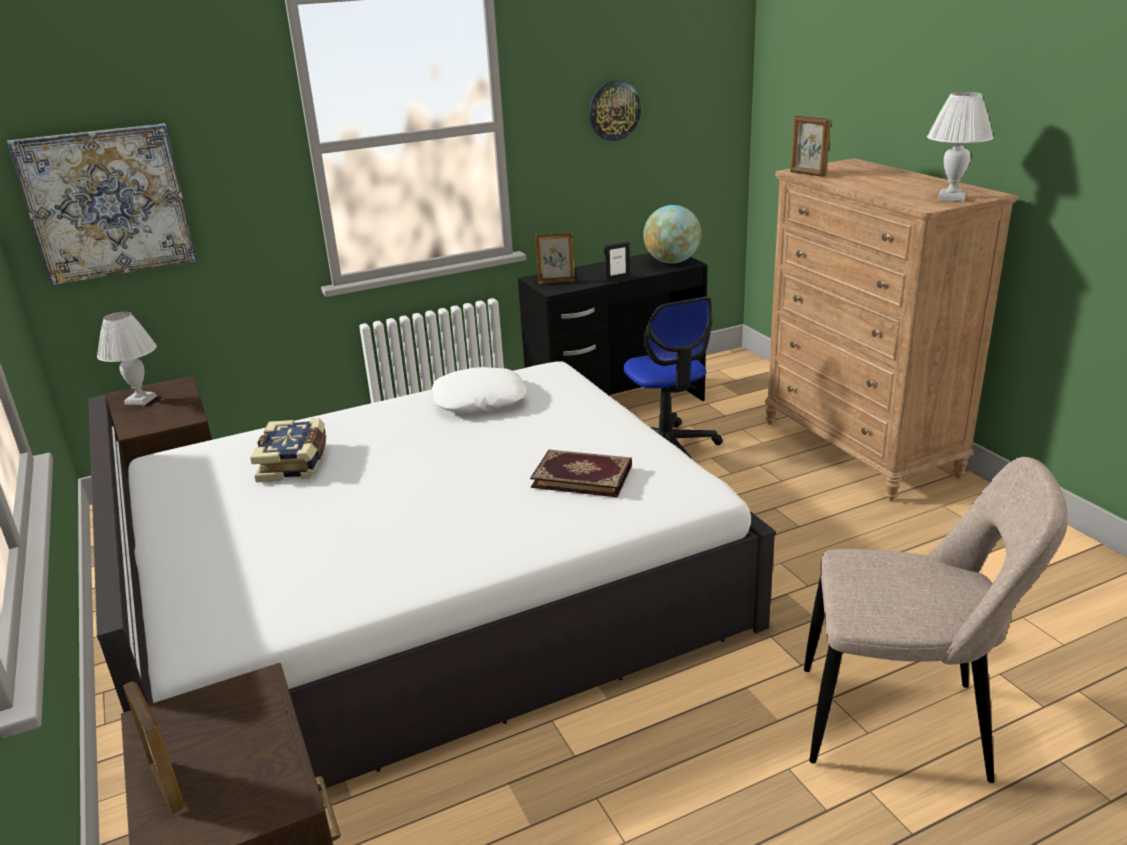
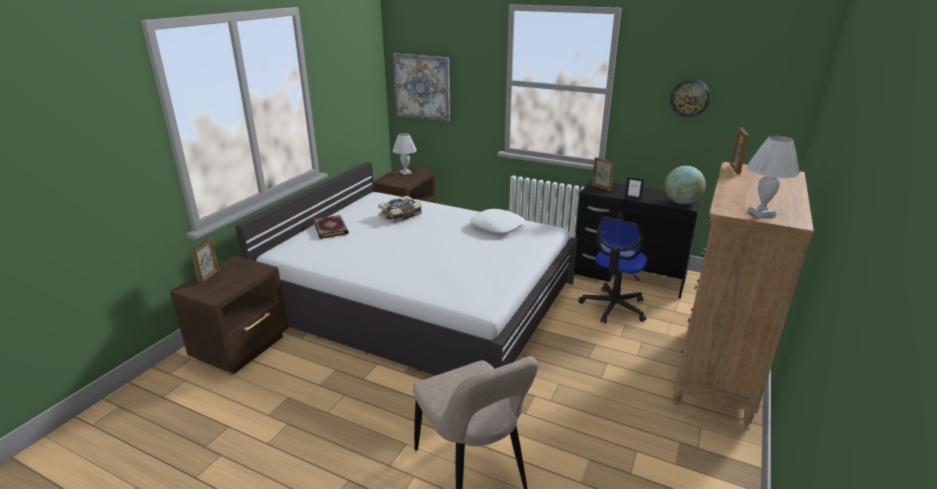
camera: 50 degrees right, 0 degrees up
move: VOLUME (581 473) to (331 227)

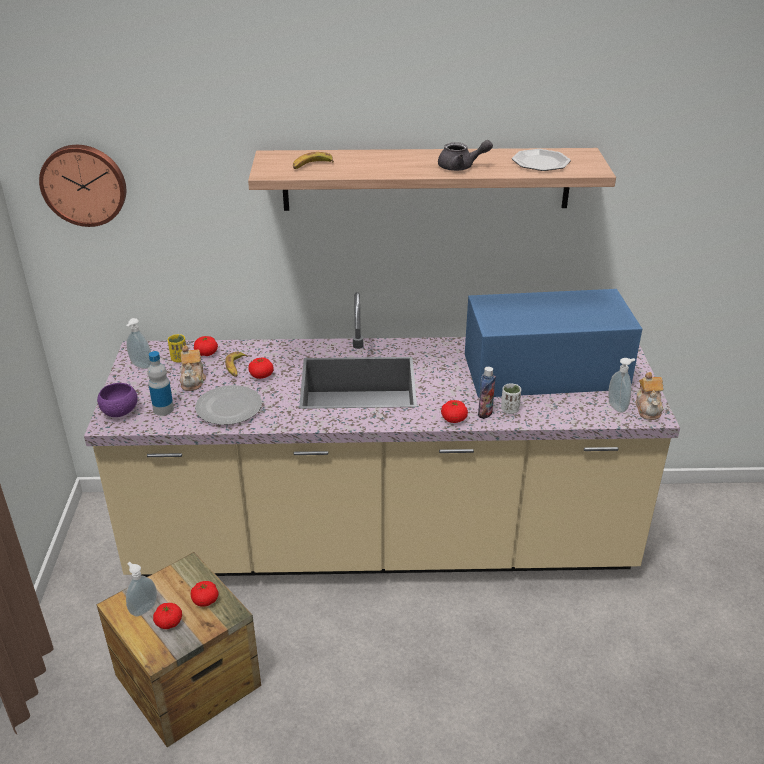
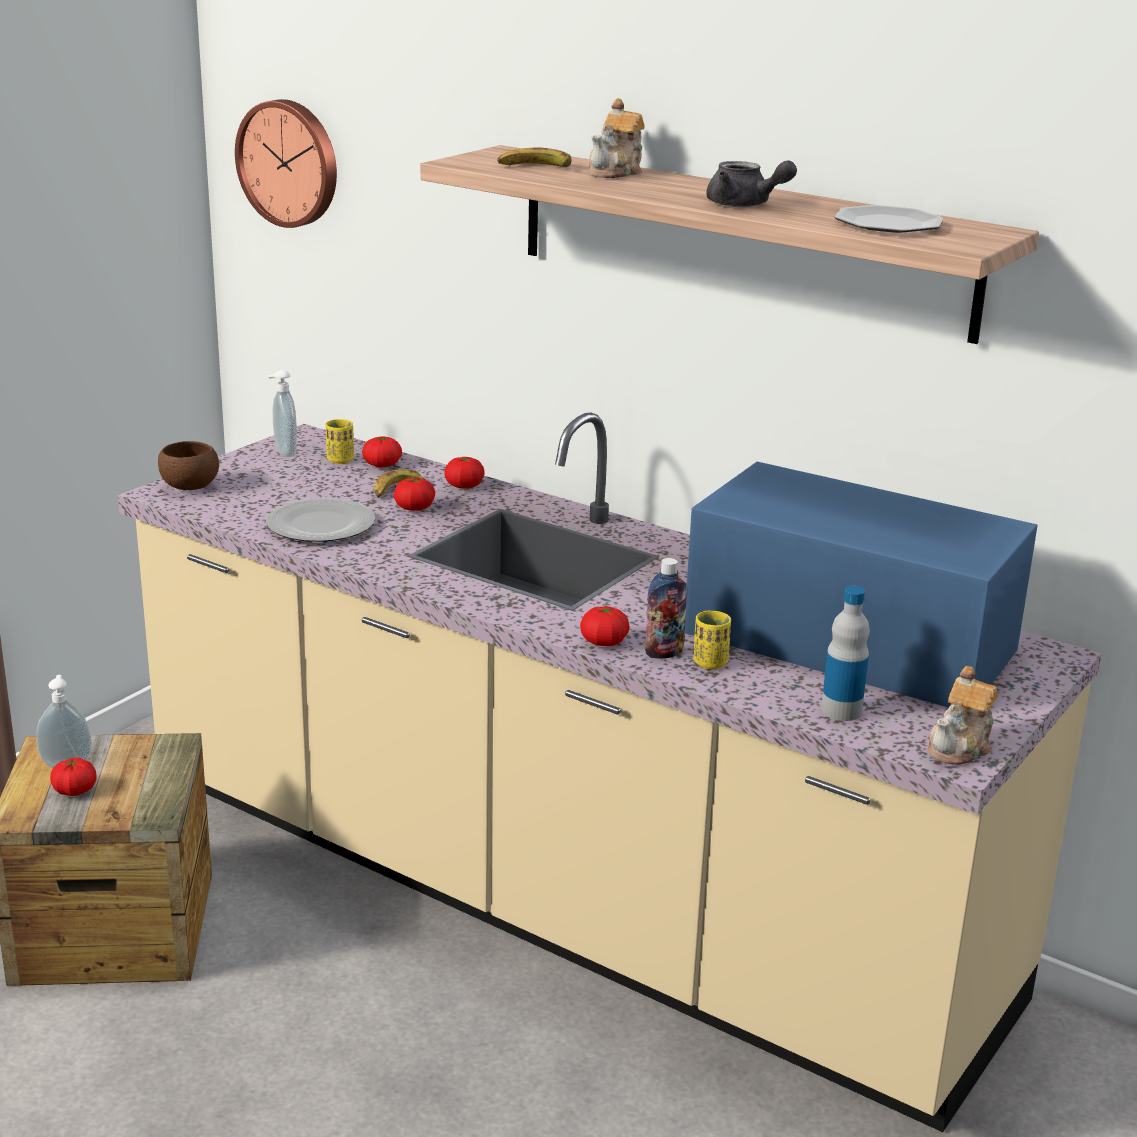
camera: 35 degrees right, 10 degrees down
delete: SOAP DISPENSER (621 385)
move: BEVERAGE BOTTLE (161 383) to (845 653); TEAPOT (193 368) to (616 138); WHOLE TOMATO (204 594) to (464 473)
recolor: PURPLE DEEP DISH (117 400) to BROWNISH DEEP DISH (188 465); WHITE CUP (511 398) to YELLOW CUP (712 640)

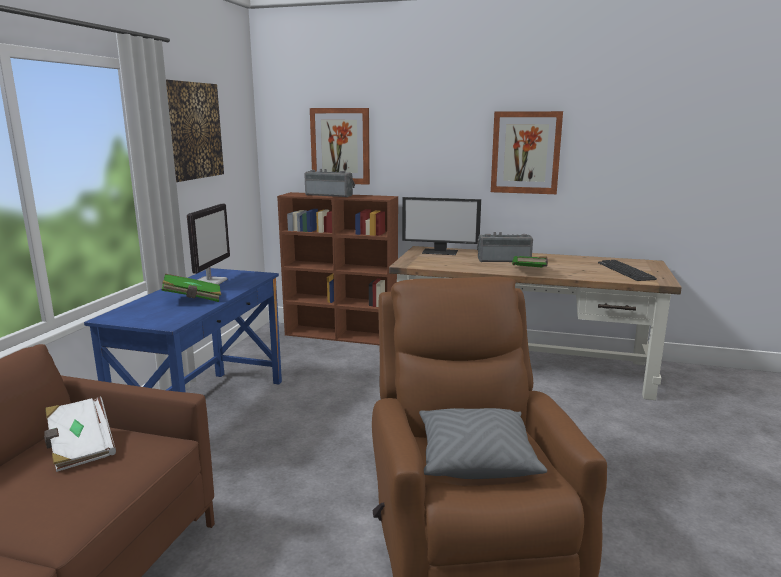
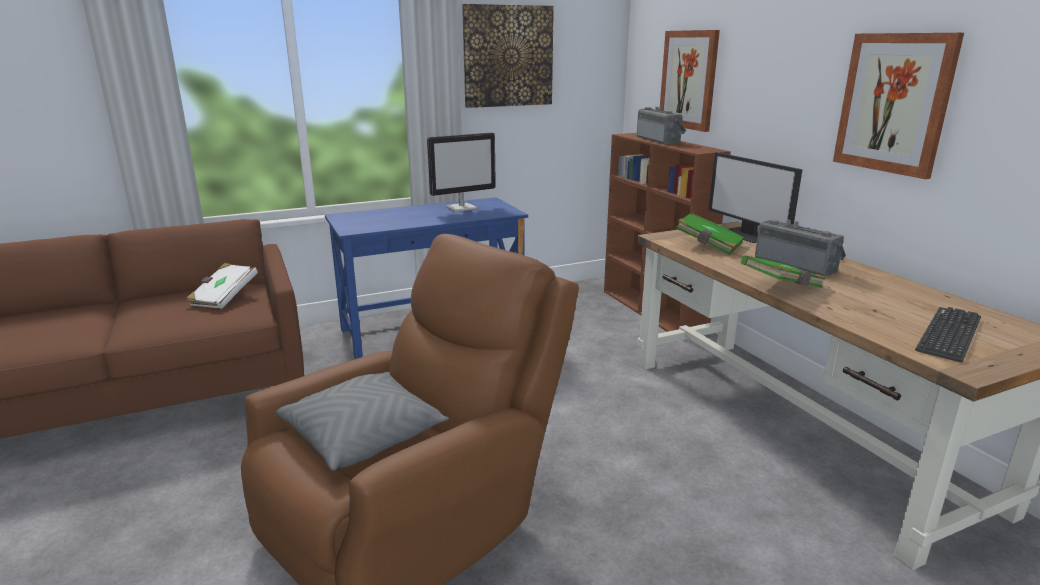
camera: 50 degrees right, 5 degrees up
move: GREEN VOLUME (191 288) to (709 234)

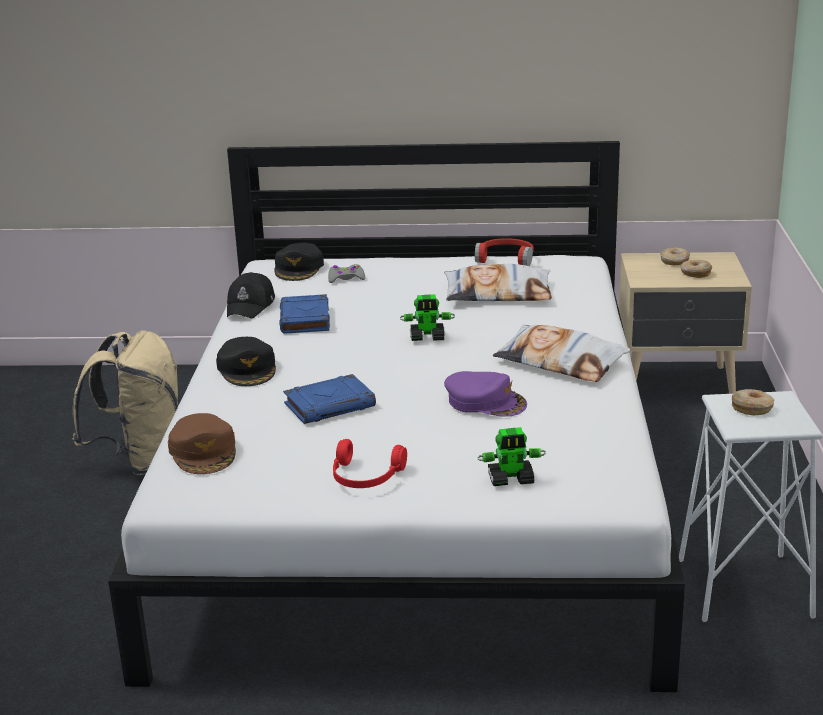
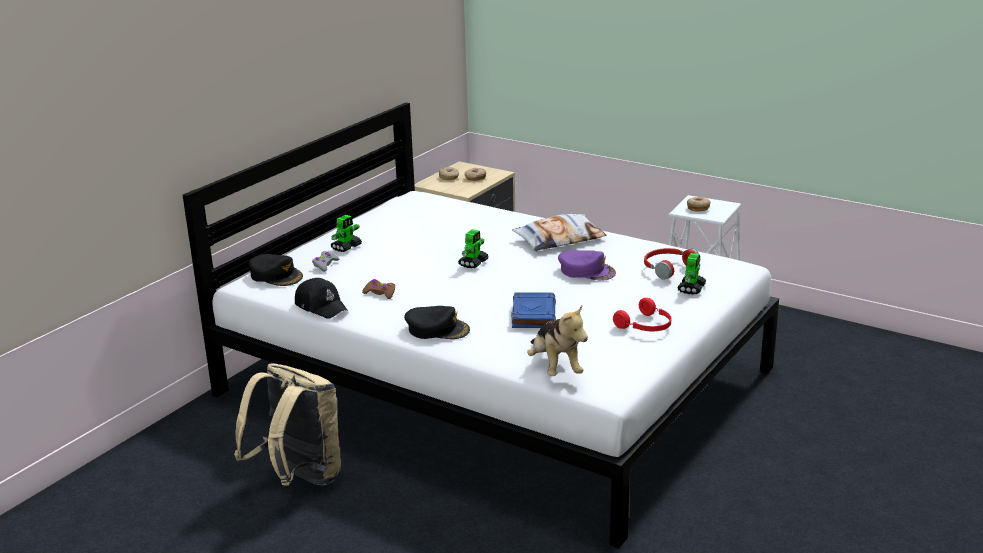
camera: 60 degrees left, 0 degrees up
delete: CUSHION (498 282)
insert: ROBOT FIGURE (346 233)
move: RED-COLOURED HEADSET (504 252) to (671 264)
replace: BROWNISH BASEBALL CAP (202 443) to CUDDLY TOY (557 340); BLUE VOLUME (304 314) to BROWNISH JOYPAD (379 289)
rotate: PURPLE BASEBALL CAP (485 394) = (587 265) 60 degrees clockwise

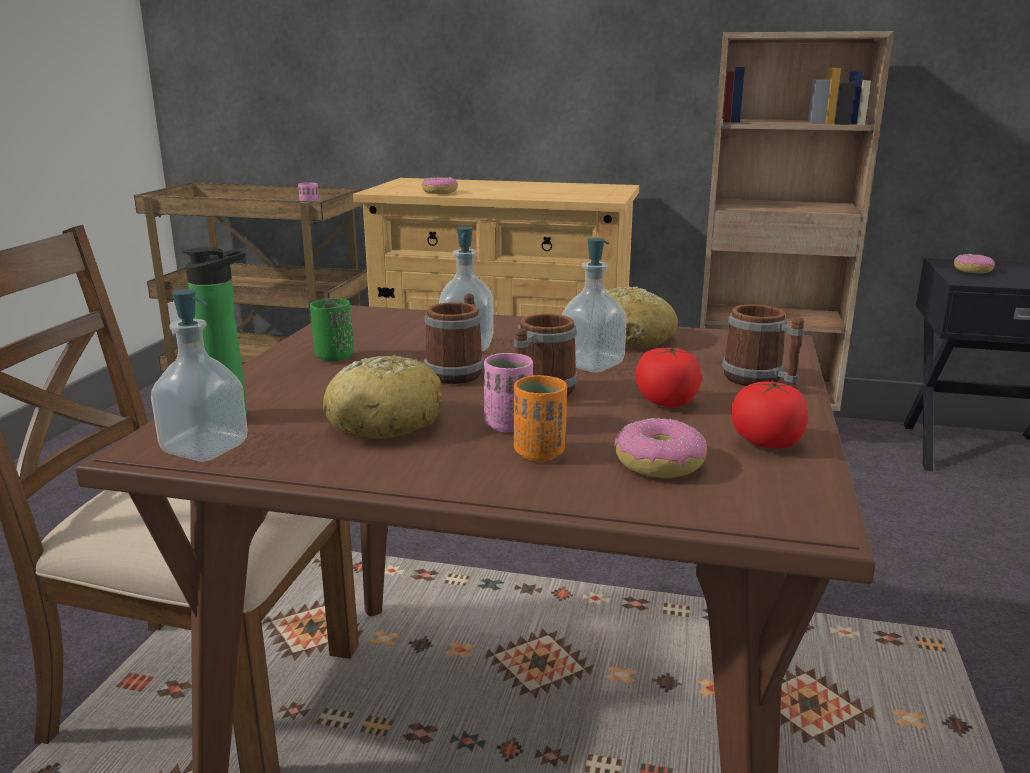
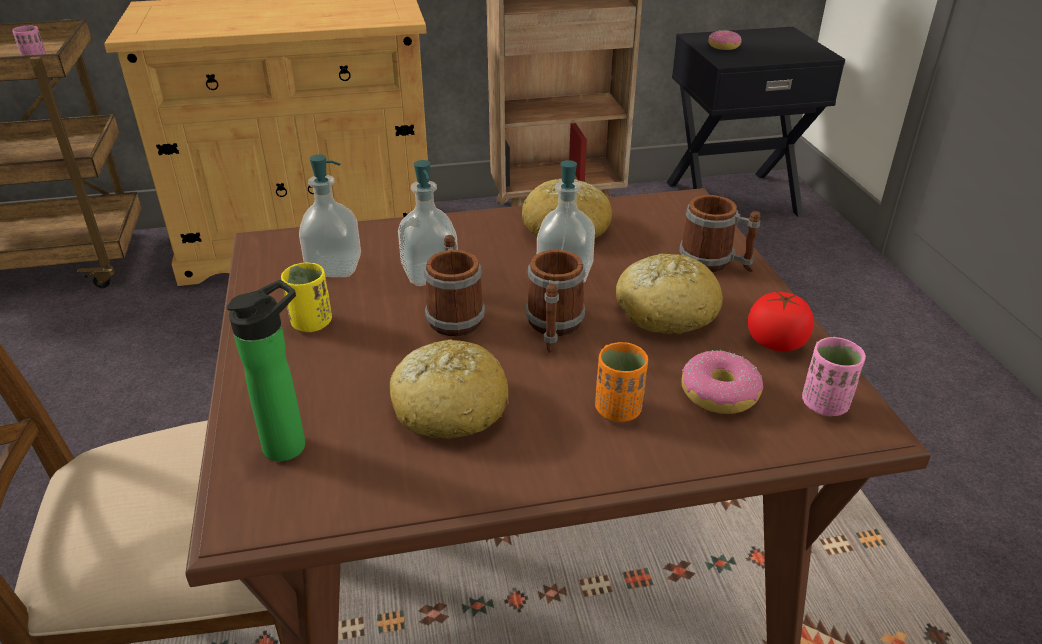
camera: 25 degrees left, 15 degrees up
delete: DONUT (440 185)
move: SOAP DISPENSER (199 375) to (330 215); PINKISH CUP (508 392) to (834 376)
replace: WHOLE TOMATO (668 377) to BREAD (669 293)
recolor: GREEN CUP (332 329) to YELLOW CUP (306 297)

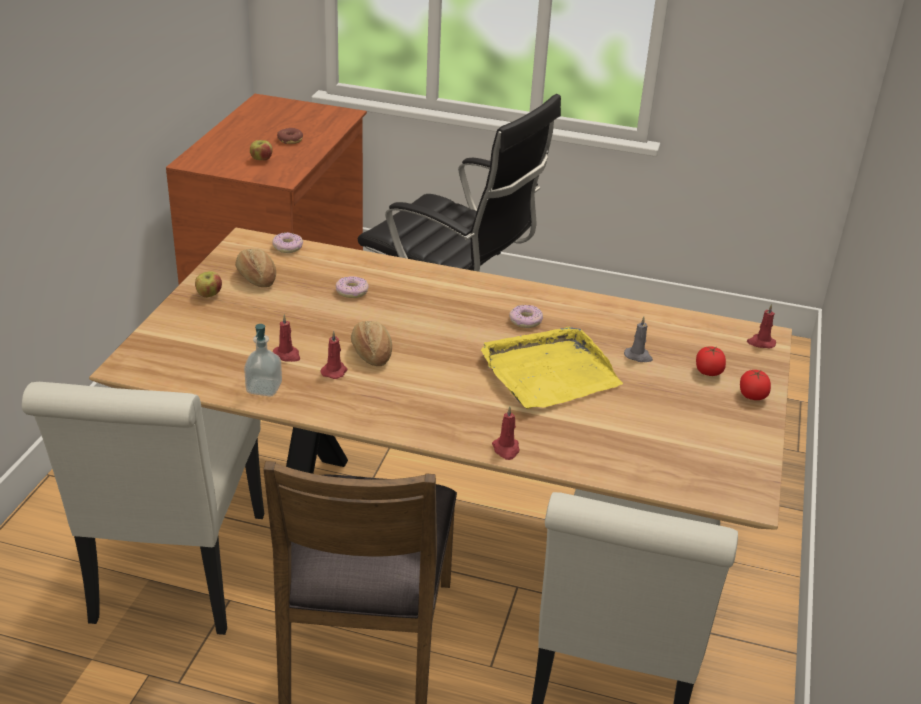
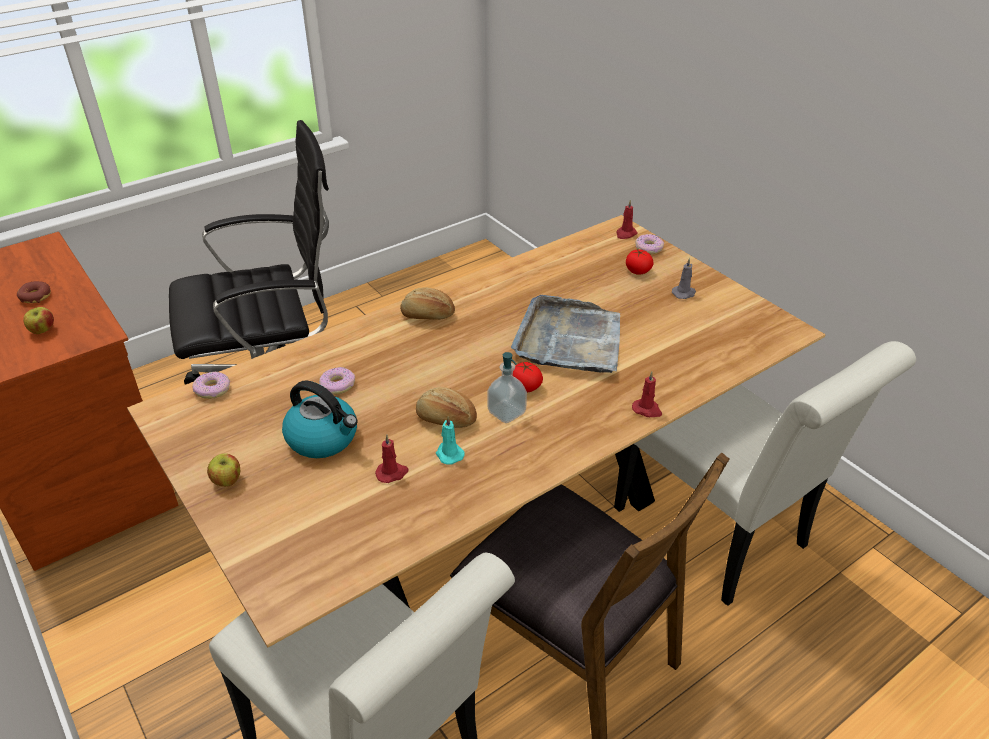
camera: 50 degrees left, 5 degrees up
insert: WATER KETTLE (319 419)
move: BREAD (255 268) to (427 303); SOAP DISPENSER (263 360) to (507 387); DONUT (526 316) to (649 244); GREYISH CANDLE (638 339) to (684 278); WHOLE TOMATO (755 385) to (528 377)
recolor: RED-COLOURED CANDLE (333 355) to TURQUOISE-COLOURED CANDLE (450 440); YELLOW CARRYING TRAY (552 368) to GREYISH CARRYING TRAY (565 334)

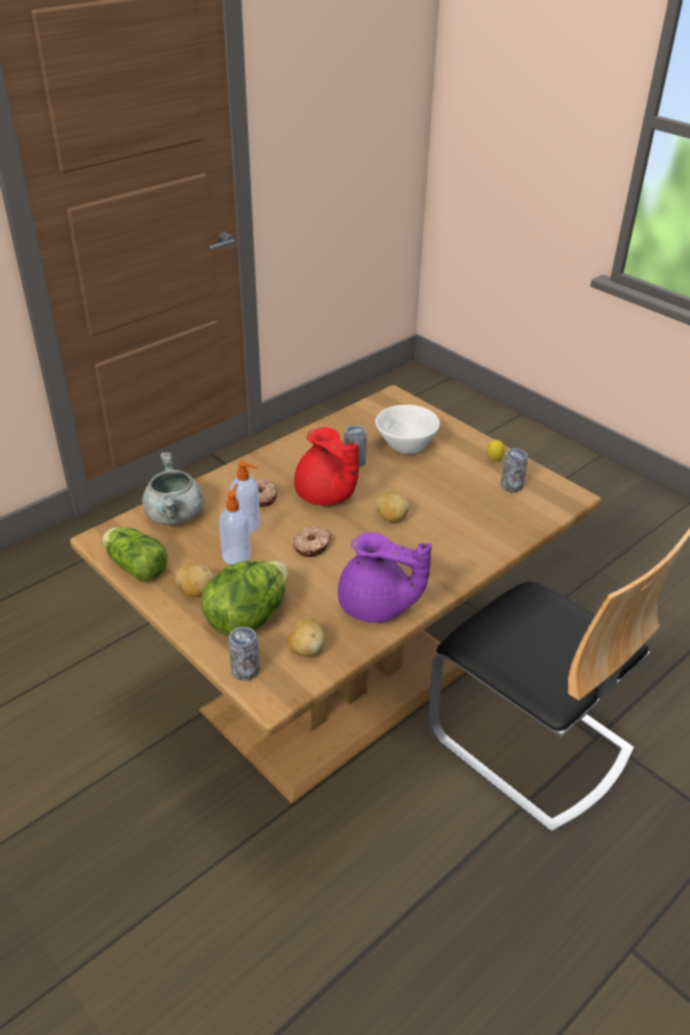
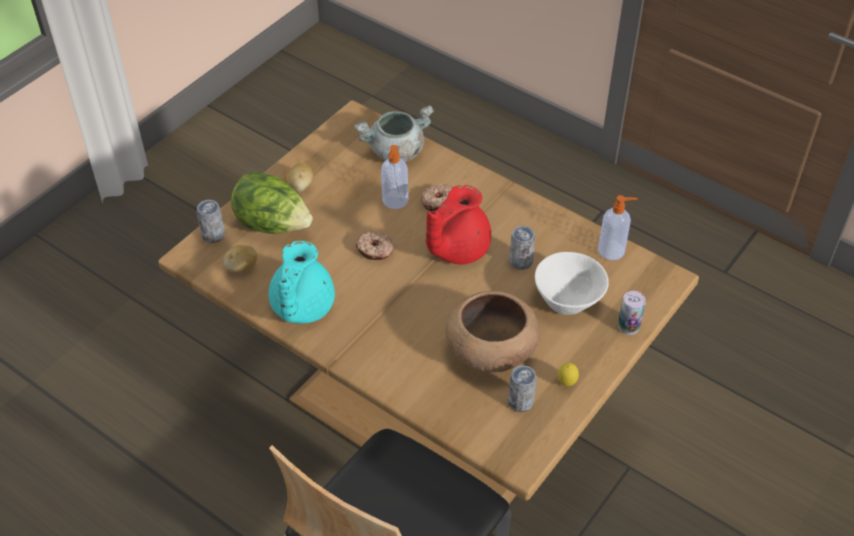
camera: 80 degrees right, 10 degrees up
delete: LETTUCE (135 554); WHOLE POTATO (392 506)
insert: BROWNISH DEEP DISH (492 332); CAN (632 313)
move: SOAP DISPENSER (235 524) to (617 227)
recolor: PURPLE TEAPOT (385 577) to TURQUOISE-COLOURED TEAPOT (301 282)

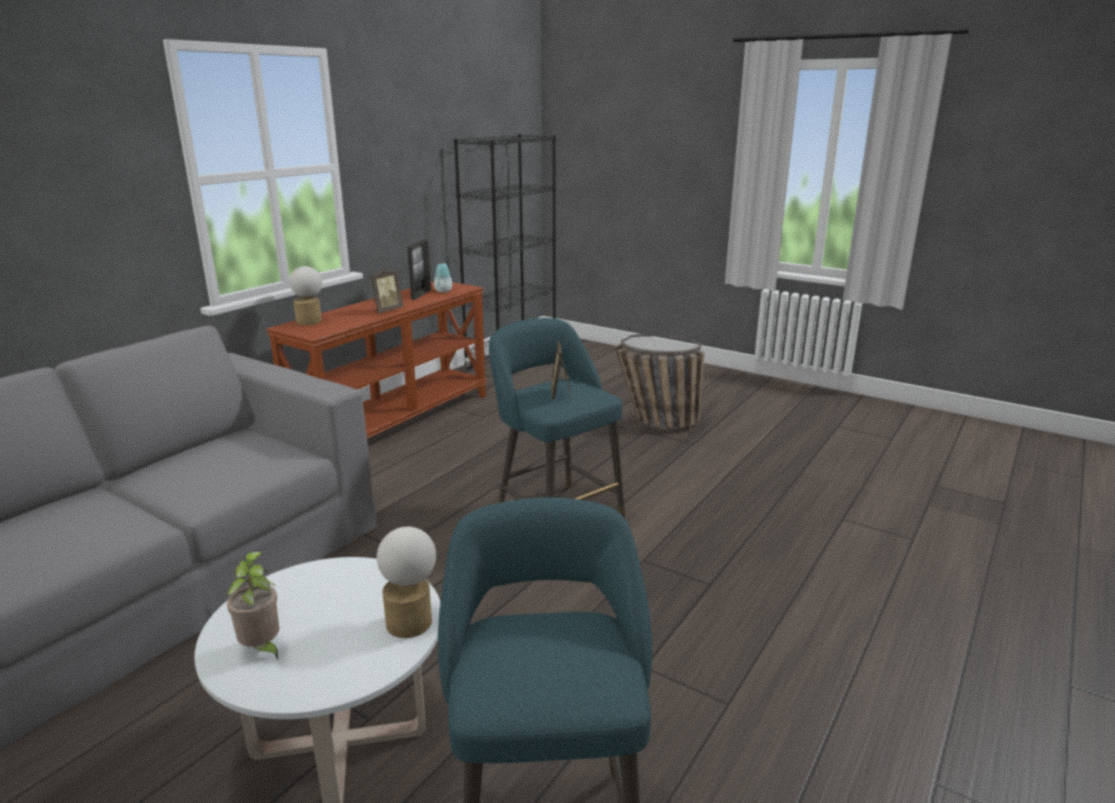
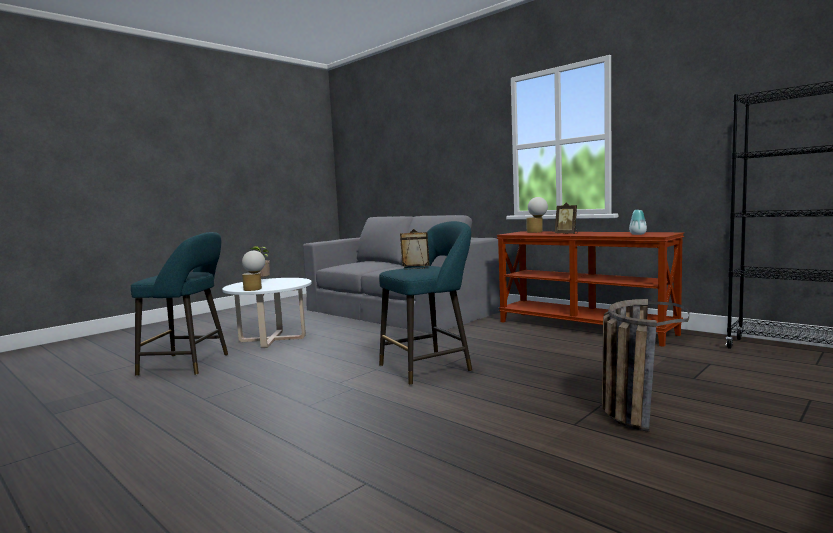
camera: 100 degrees right, 15 degrees down
delete: PICTURE FRAME (419 269)

